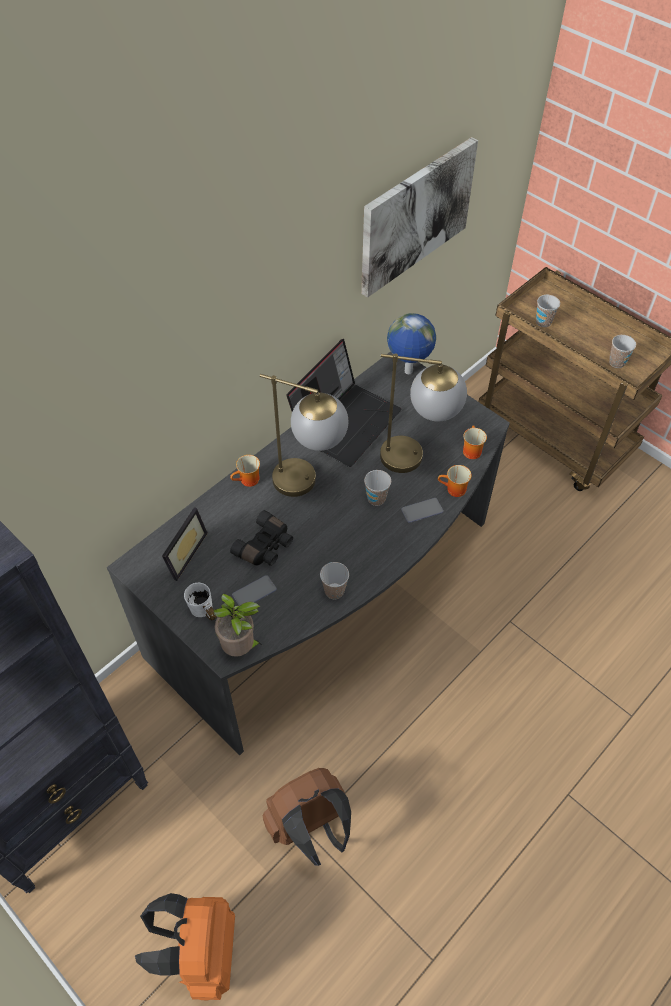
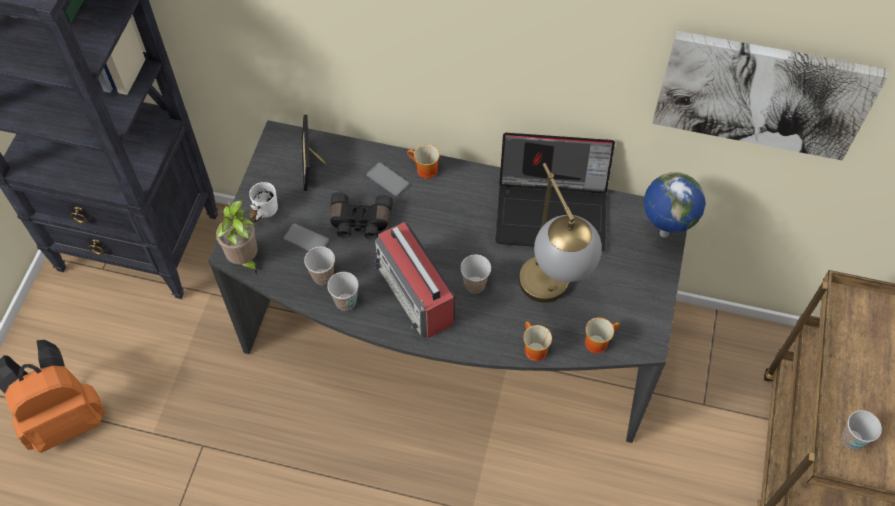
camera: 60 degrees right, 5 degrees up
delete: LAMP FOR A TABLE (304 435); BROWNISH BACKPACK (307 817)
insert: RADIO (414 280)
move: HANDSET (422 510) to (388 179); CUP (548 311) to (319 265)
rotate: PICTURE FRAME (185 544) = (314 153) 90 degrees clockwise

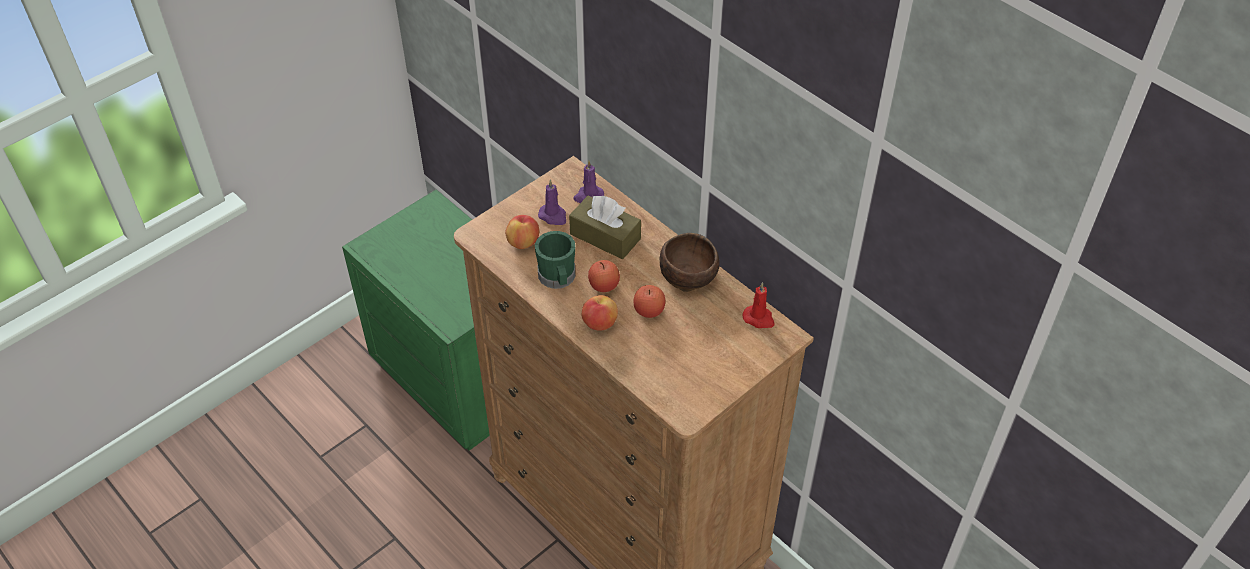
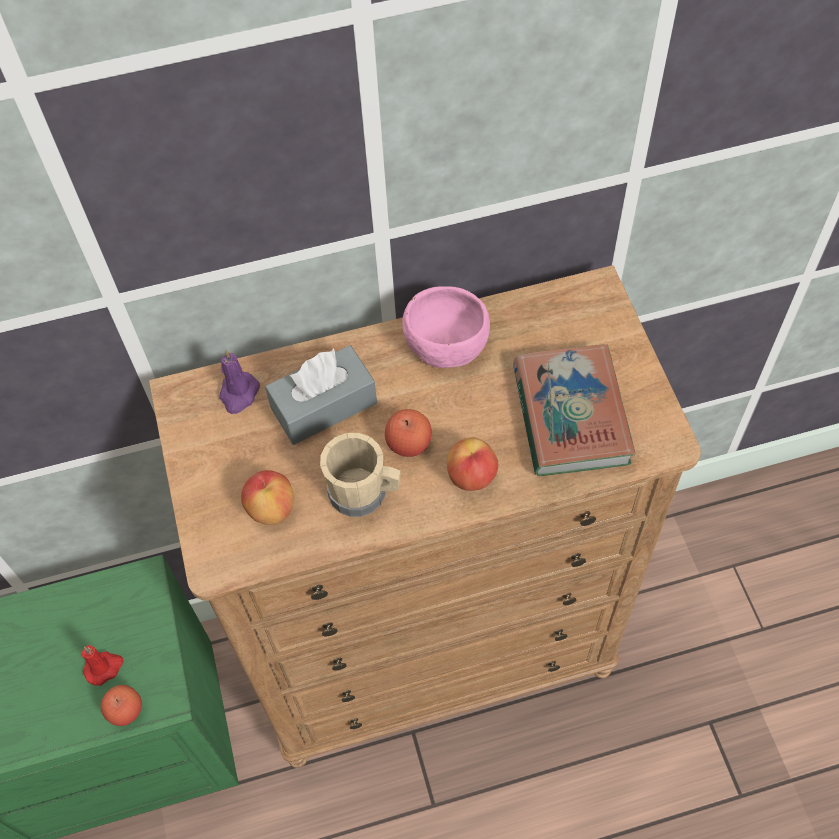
camera: 60 degrees left, 10 degrees up
delete: PURPLE CANDLE (552 202)
insert: VOLUME (574 410)
move: APPLE FRUIT (649 301) to (121 705); RED-COLOURED CANDLE (759 305) to (102 665)
recolor: GREEN COFFEE MUG (555 260) to BEIGE-COLOURED COFFEE MUG (360 475); BROWNISH TISSUE BOX (605 227) to GREYISH TISSUE BOX (321 395); BROWNISH DEEP DISH (690 262) to PINKISH DEEP DISH (446 327)

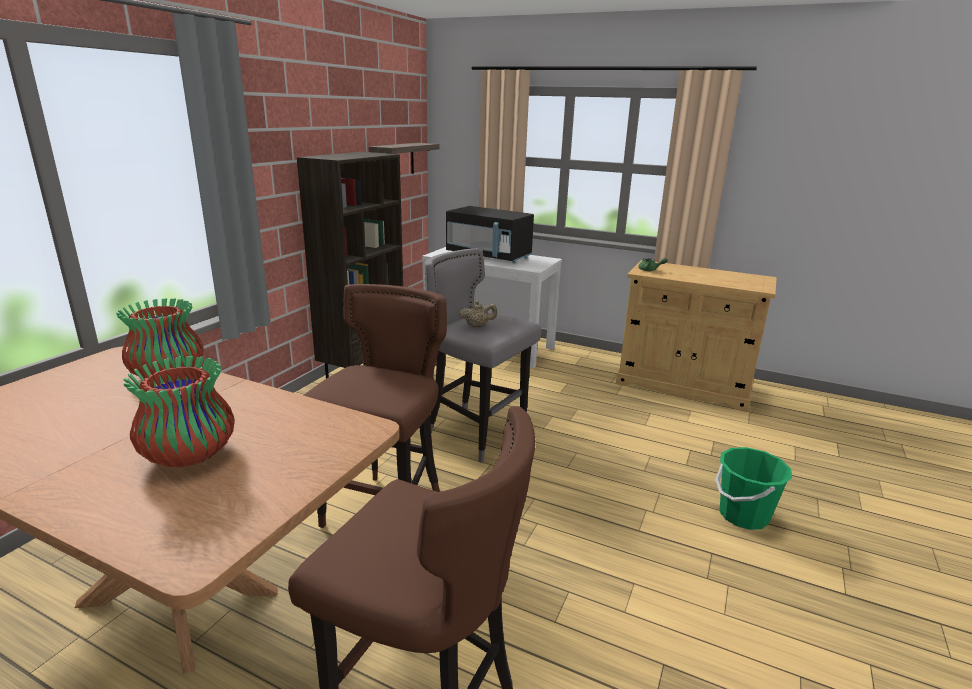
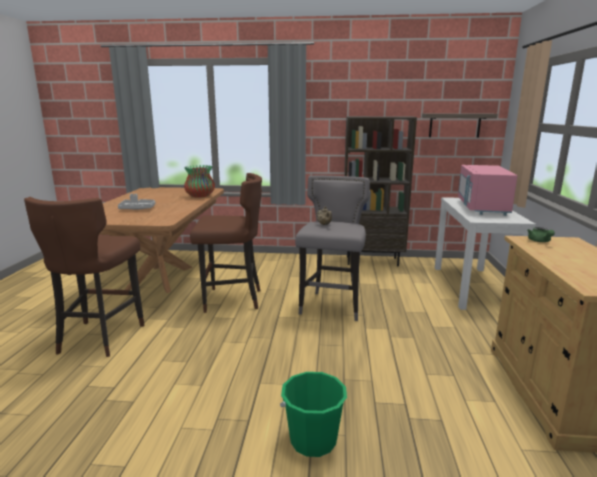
camera: 70 degrees right, 5 degrees down
replace: DECORATIVE VASE (179 412) to GREYISH CARRYING TRAY (137 201)
recolor: BLACK-COLOURED MICROWAVE OVEN (490 234) to PINKISH MICROWAVE OVEN (487 190)

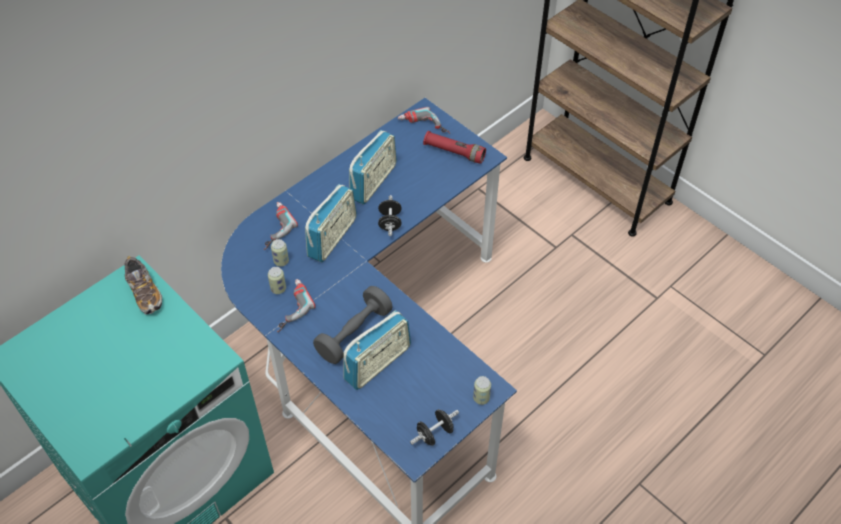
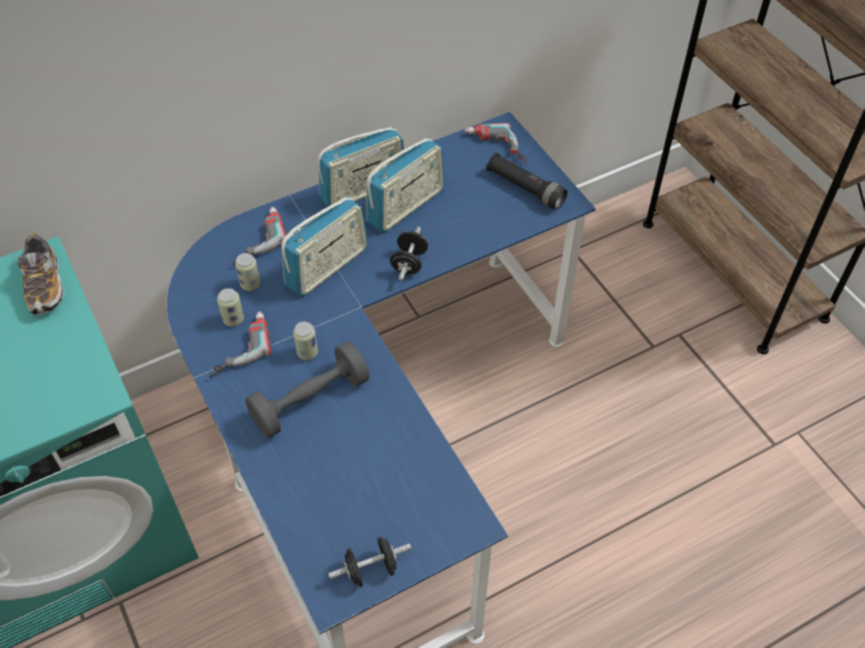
camera: 15 degrees right, 0 degrees up
move: RADIO (377 350) to (361 166); CAN (482 390) to (305 340)
recolor: RED-COLOURED HAND TORCH (454 147) to BLACK-COLOURED HAND TORCH (527 181)

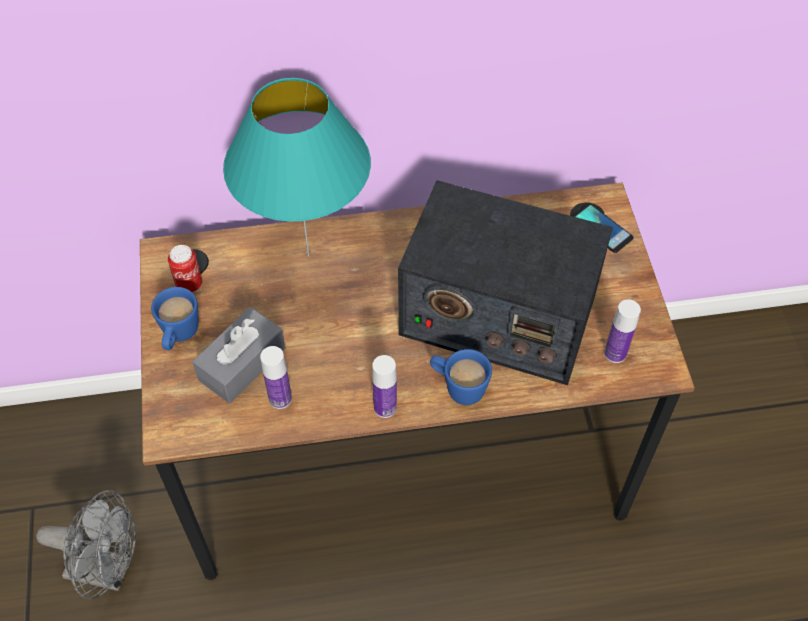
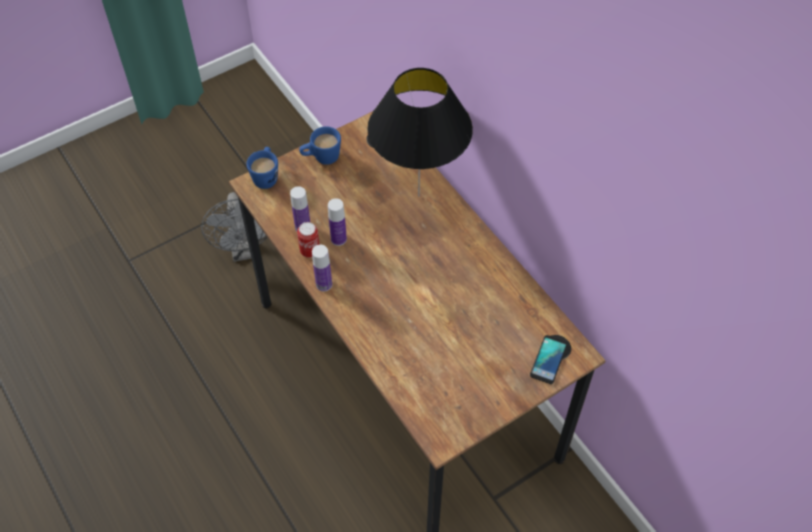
camera: 65 degrees right, 0 degrees up
delete: GREYISH TISSUE BOX (239 355); RADIO (505 282)
move: CAN (185 268) to (308 240); BLUE COFFEE MUG (461 377) to (262 168); BEVERAGE BOTTLE (622 331) to (337 222)
recolor: TURQUOISE-COLOURED LAMP FOR A TABLE (297 167) to BLACK-COLOURED LAMP FOR A TABLE (420 132)

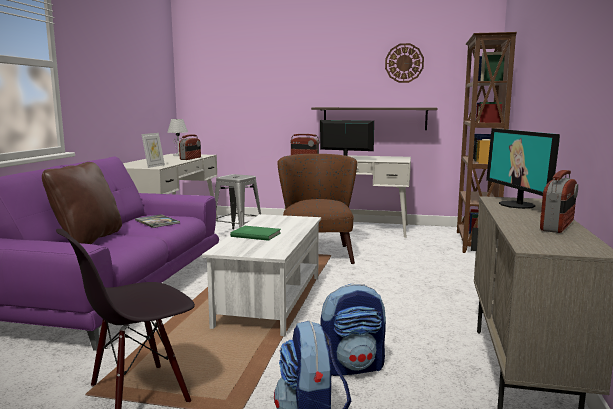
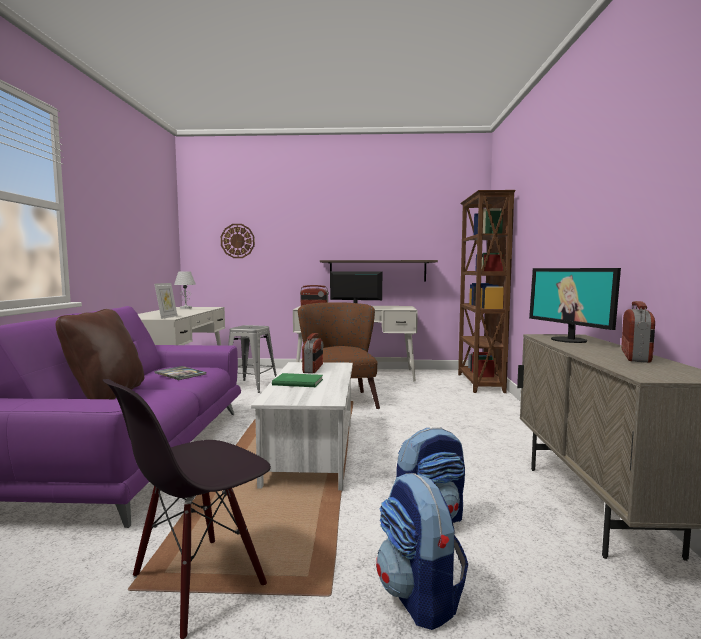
camera: 10 degrees left, 5 degrees down
move: RADIO (190 147) to (312 353); WALL CLOCK (404 63) to (238 241)

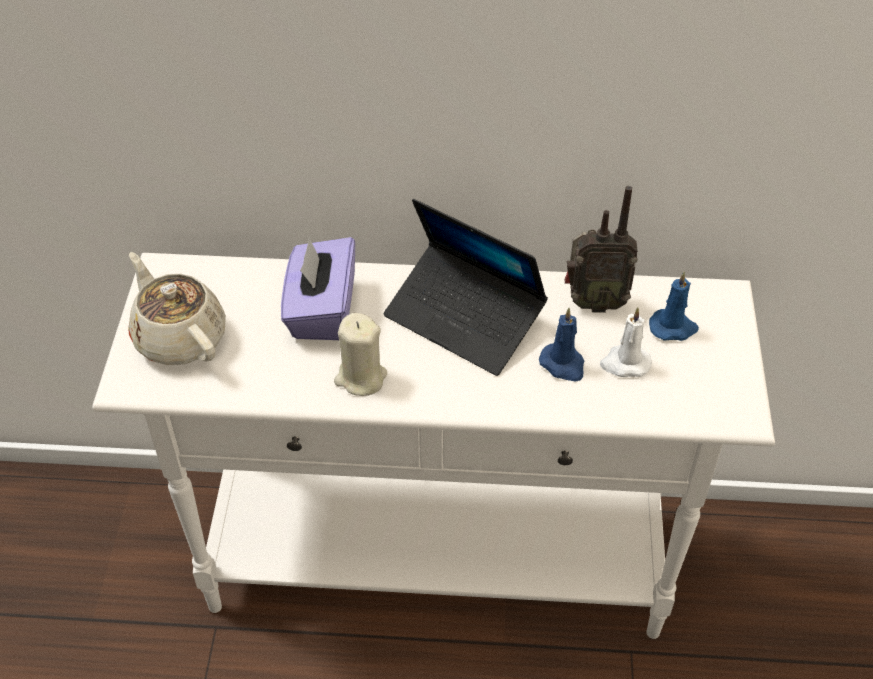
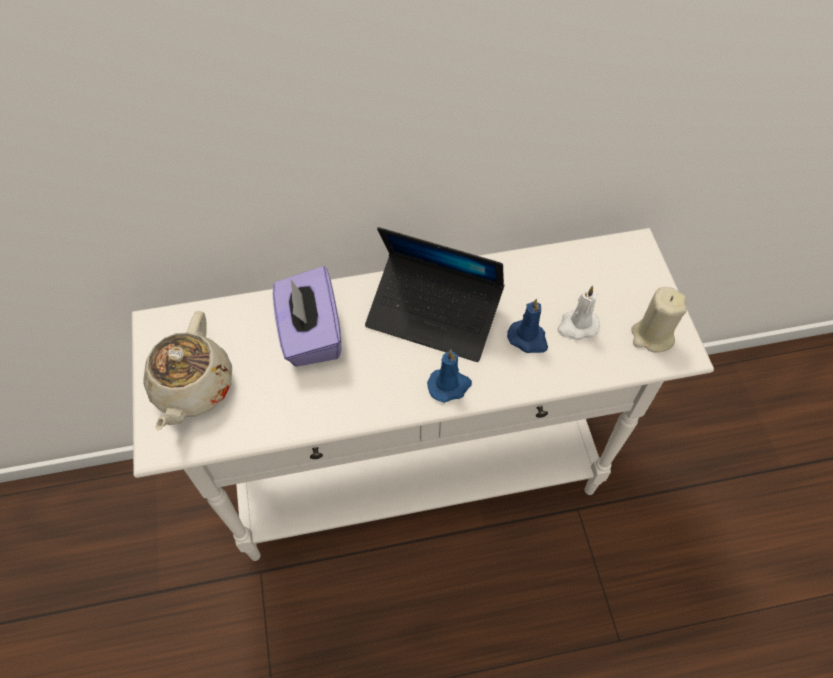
camera: 15 degrees left, 10 degrees up
delete: RADIO (601 249)
move: BEIGE-COLOURED CANDLE (360 354) to (659 320); BLUE CANDLE (674 306) to (449 376)
rotate: BEIGE-COLOURED TEAPOT (177 308) = (187 371) 120 degrees counterclockwise

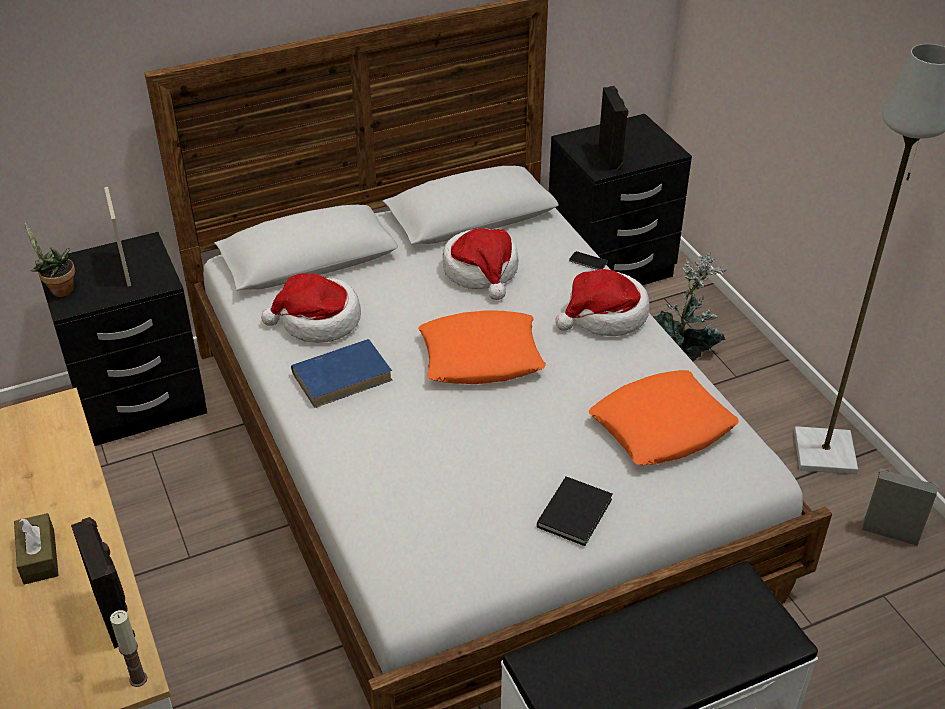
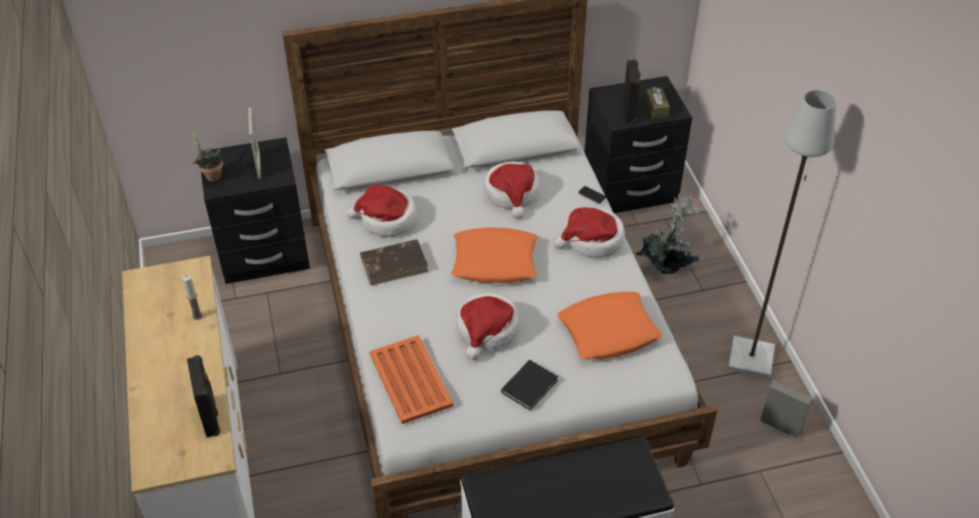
camera: 10 degrees right, 5 degrees up
insert: ORANGE CARRYING TRAY (411 379); WEARABLE HAT (488 326)
move: BROWNISH TISSUE BOX (36 549) to (657 103); CANDLE (128 648) to (192 297)
recolor: BLUE VOLUME (342 373) to BROWNISH VOLUME (394 262)

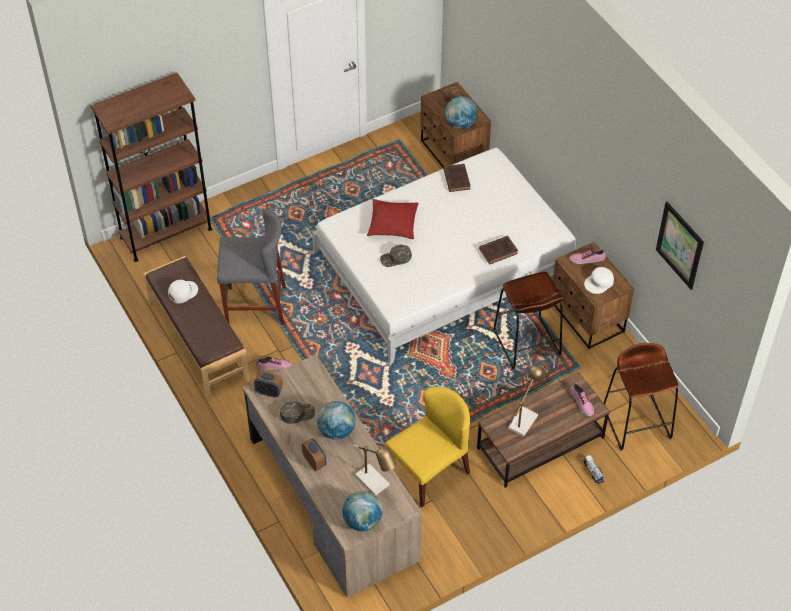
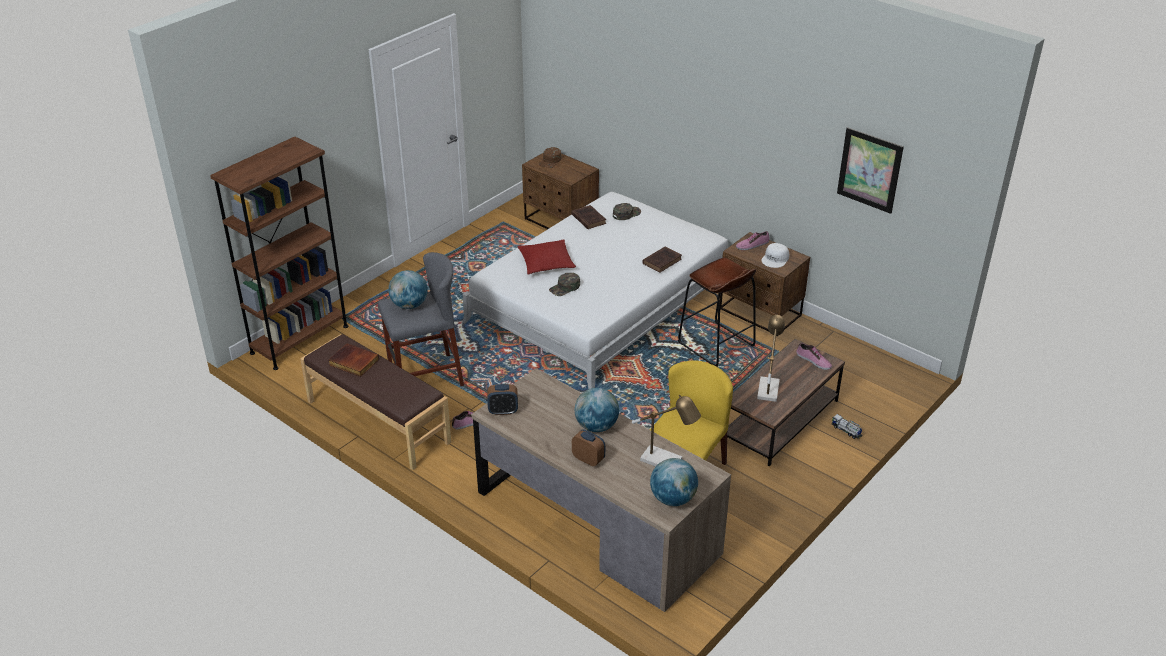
camera: 20 degrees left, 15 degrees down
delete: BROWNISH SITTING STOOL (641 397)
move: GREEN BASEBALL CAP (297 412) to (627 211); DESK GLOBE (461 112) to (408 289)
replace: WHITE BASEBALL CAP (183 291) to VOLUME (354 360)

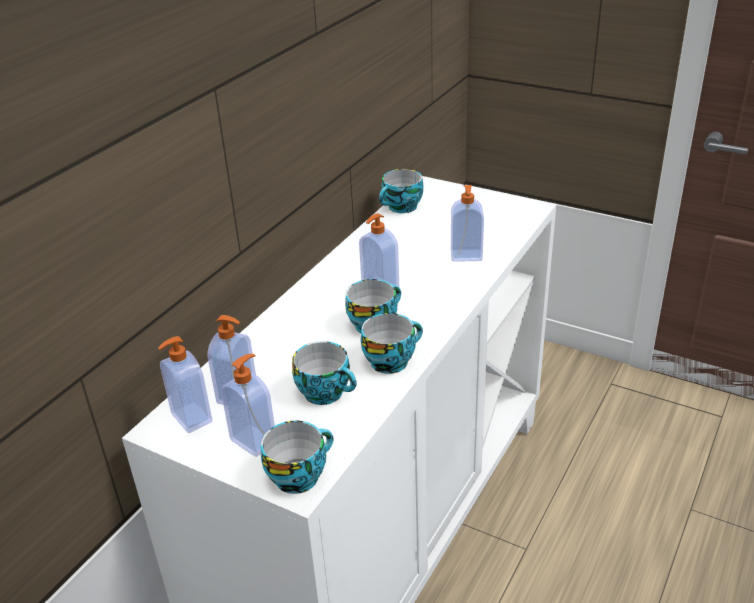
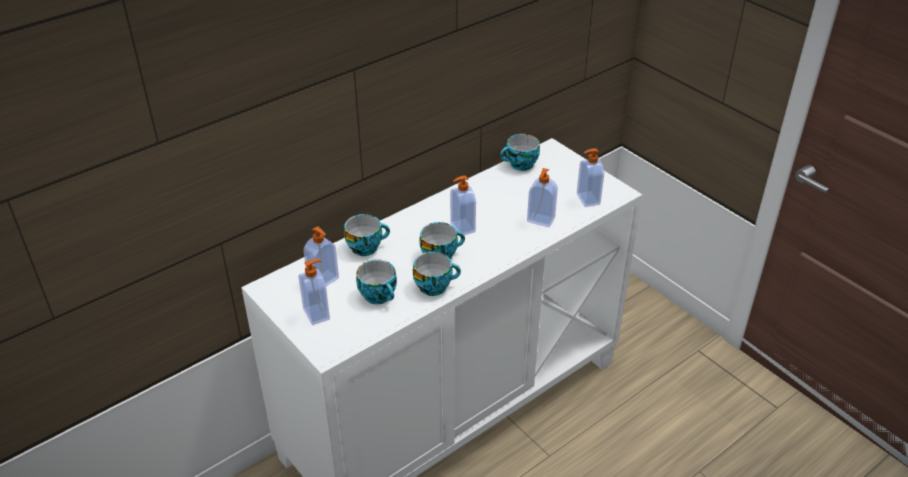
camera: 20 degrees right, 5 degrees up
move: SOAP DISPENSER (185 384) to (590 177); CUP (297 457) to (367 235)

